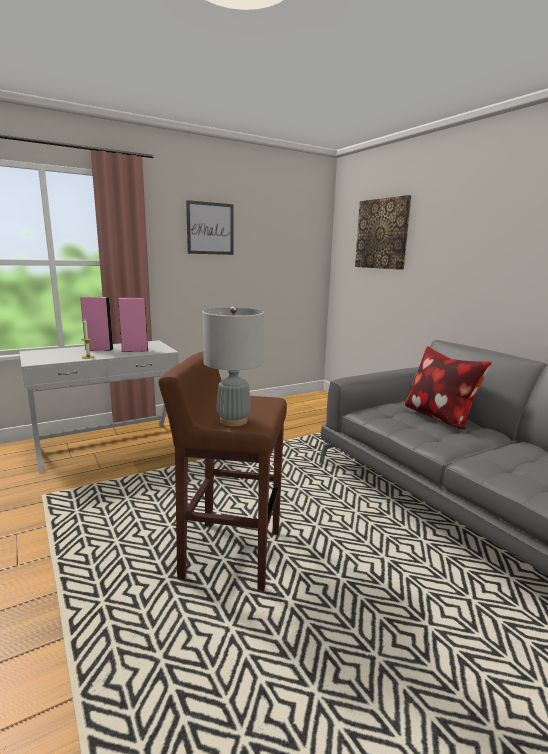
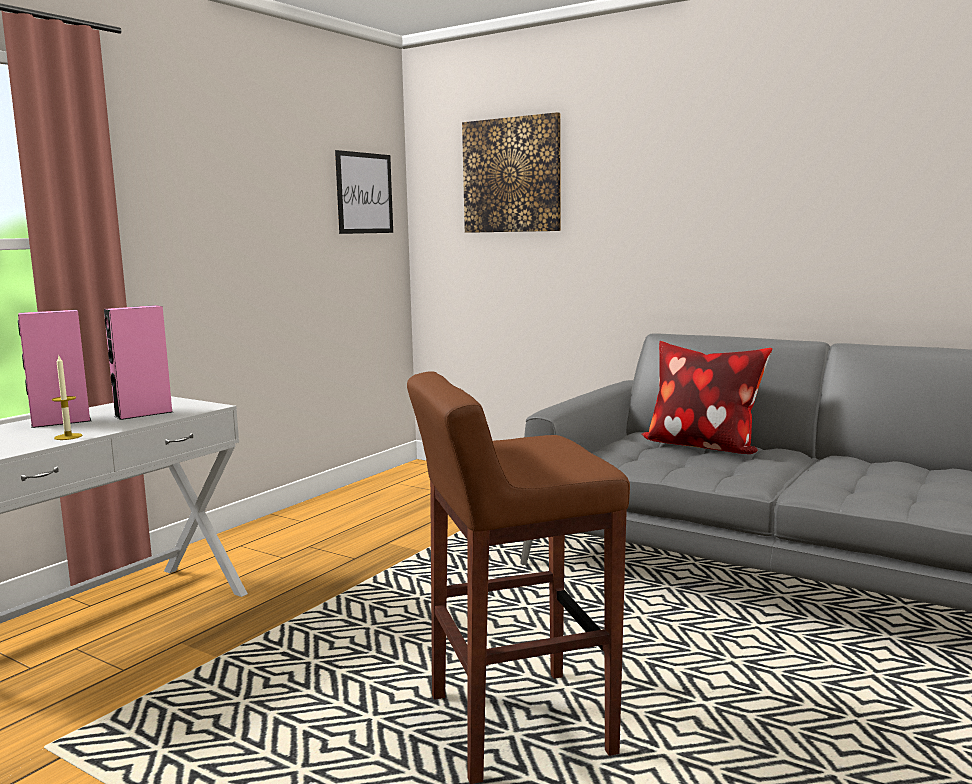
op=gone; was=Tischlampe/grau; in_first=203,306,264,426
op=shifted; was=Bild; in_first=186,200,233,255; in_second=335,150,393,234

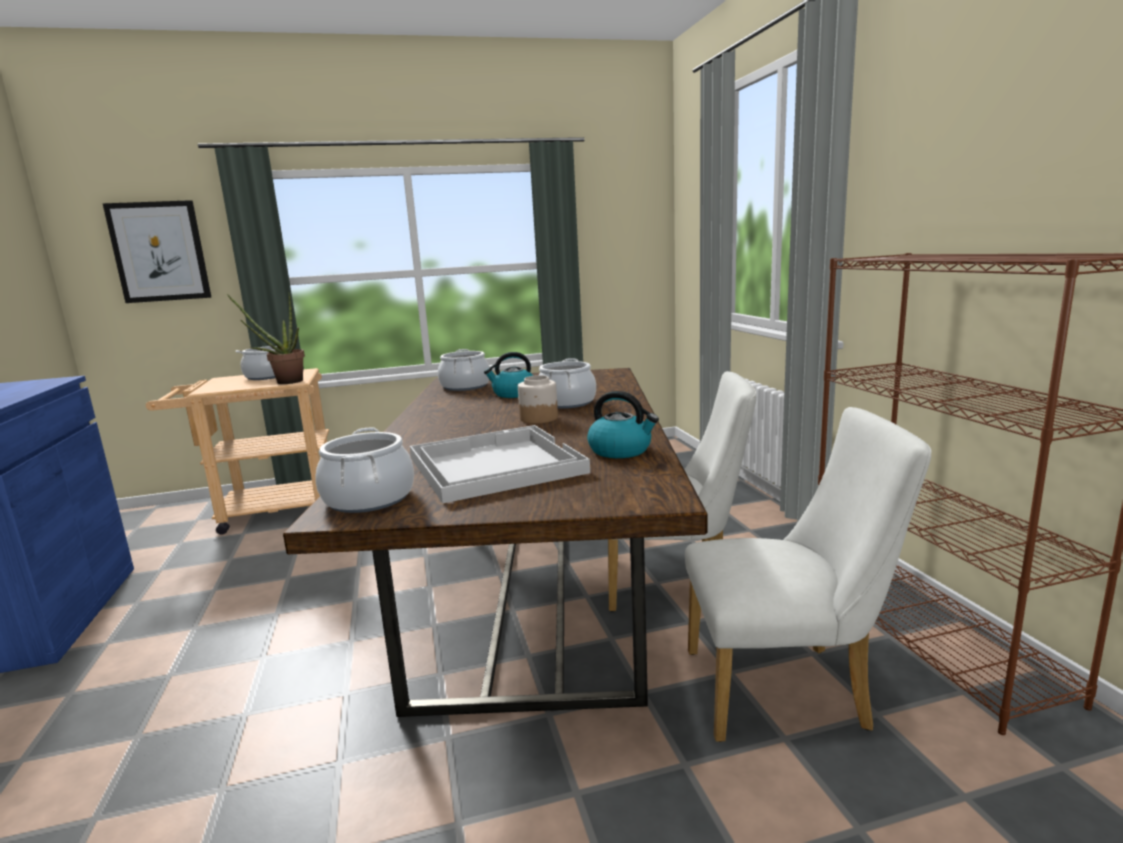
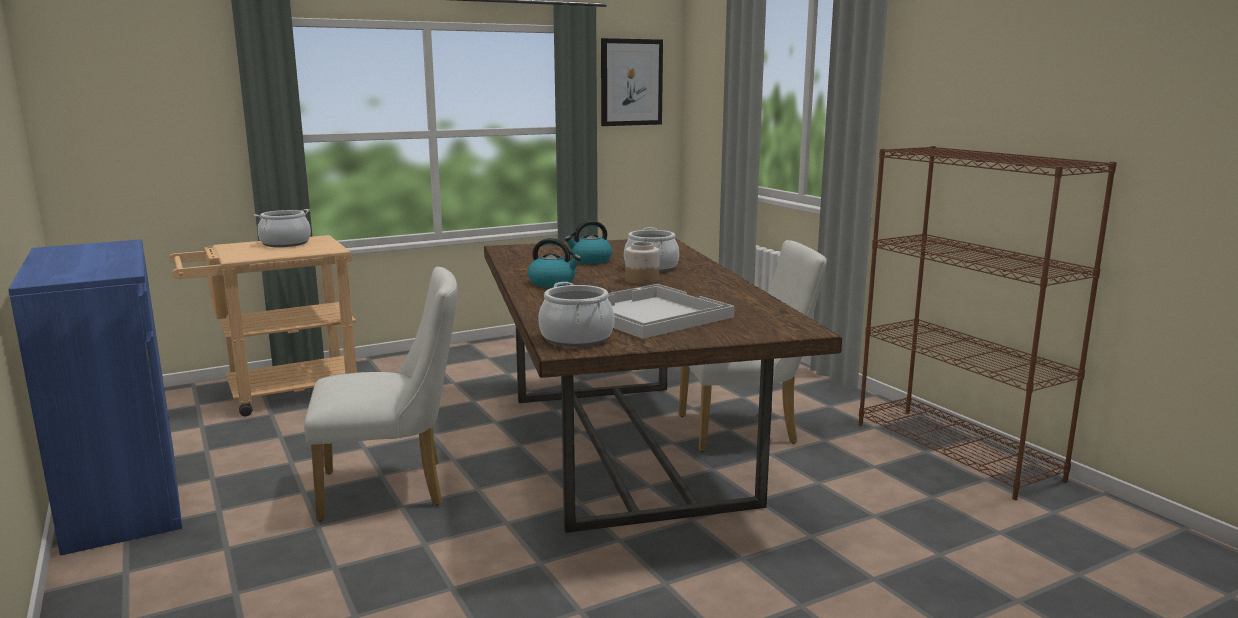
op=gone; was=Topfpflanze; in_first=227,293,305,384
op=gone; was=Kochtopf; in_first=438,349,490,391
op=shifted; was=Bild; in_first=102,200,211,303; in_second=601,38,663,126
op=shifted; was=Wasserkessel; in_first=587,391,659,458; in_second=528,238,581,287
op=shifted; was=Stuhl/weiß; in_first=685,407,932,742; in_second=304,267,458,521

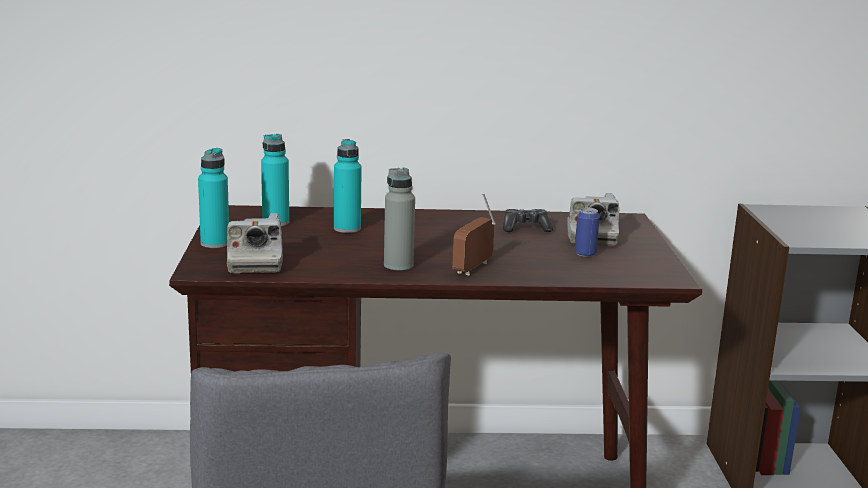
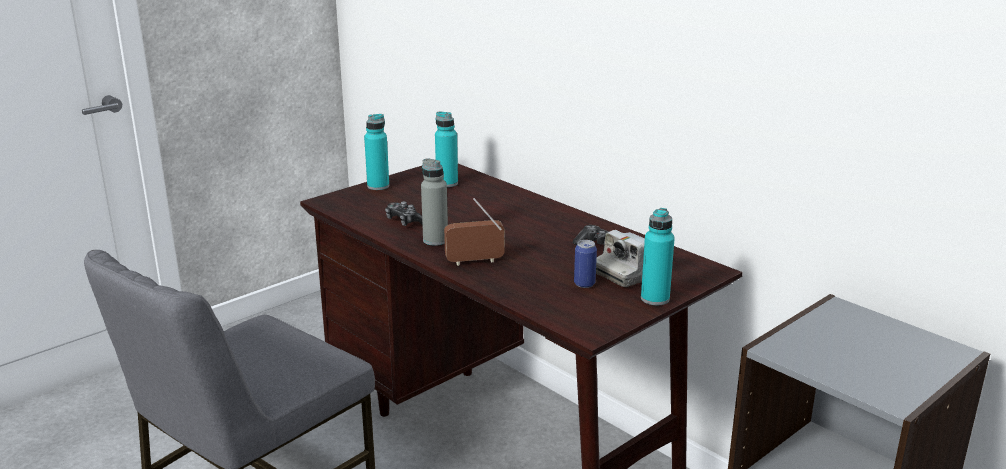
op=gone; was=Kamera; in_first=227,213,283,273
op=new; now=Gamepad; in_second=385,201,422,226
op=shifted; was=Flasche/türkis; in_first=334,139,362,233; in_second=641,208,675,305

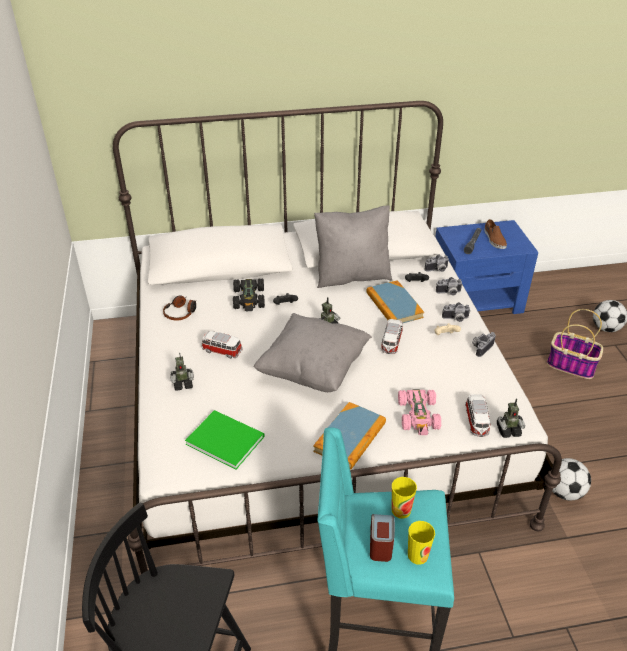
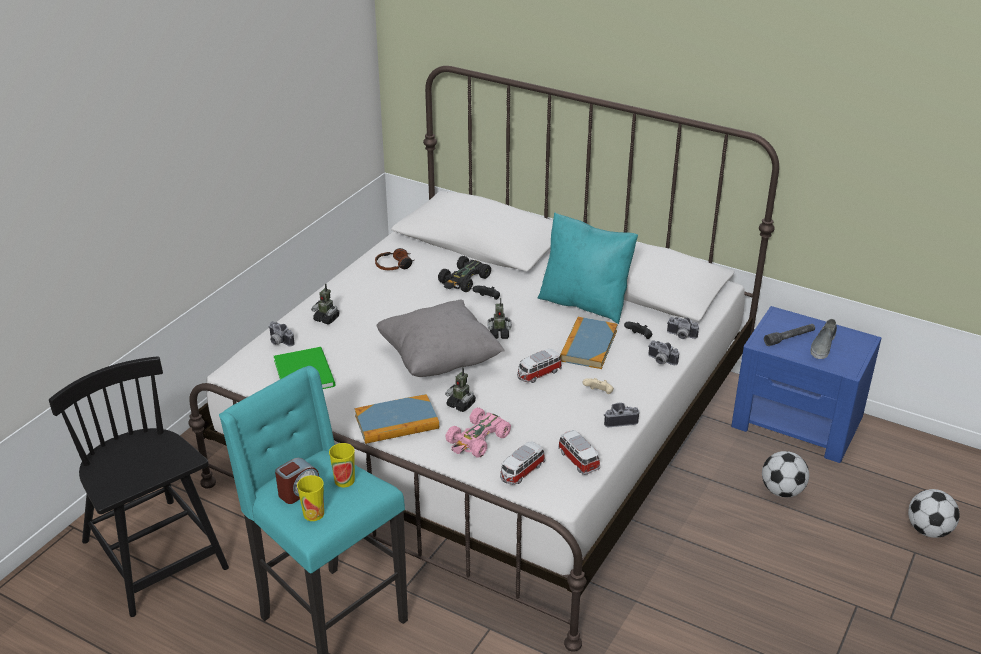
op=gone; was=Korb; in_first=547,309,603,379
op=shifted; was=Spielzeugauto; in_first=201,331,242,358; in_second=558,430,600,475
op=shifted; was=Kamera; in_first=442,302,471,322; in_second=269,321,294,346
op=shifted; was=Spielzeugroboter; in_first=497,398,525,438; in_second=445,367,476,412
op=shifted; was=Fußball; in_first=552,458,591,501; in_second=762,451,809,497
op=repainted; was=Kissen/grau; now=Kissen/türkis; in_first=314,205,392,288; in_second=537,212,638,324
op=repainted; was=Schuh/braun; now=Schuh/grau; in_first=484,219,507,249; in_second=811,319,837,359

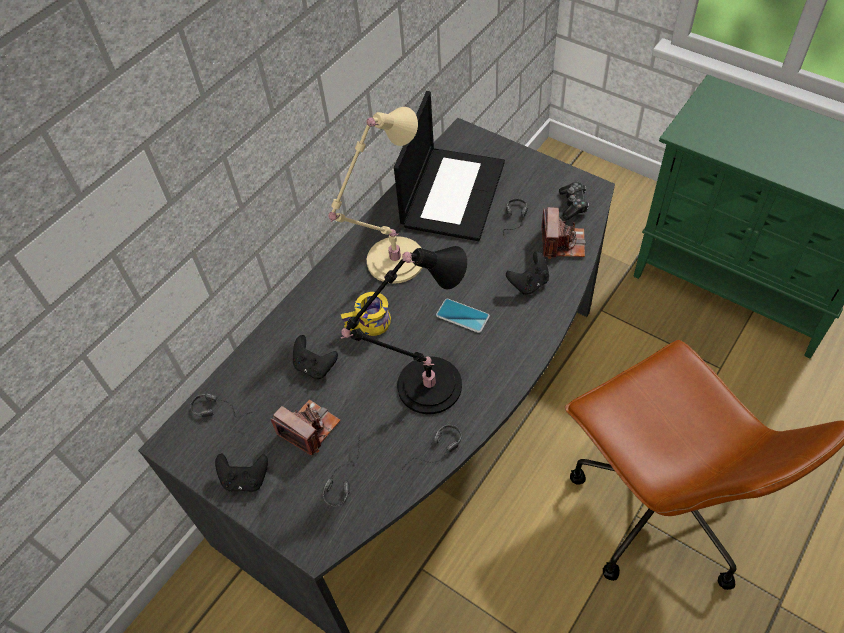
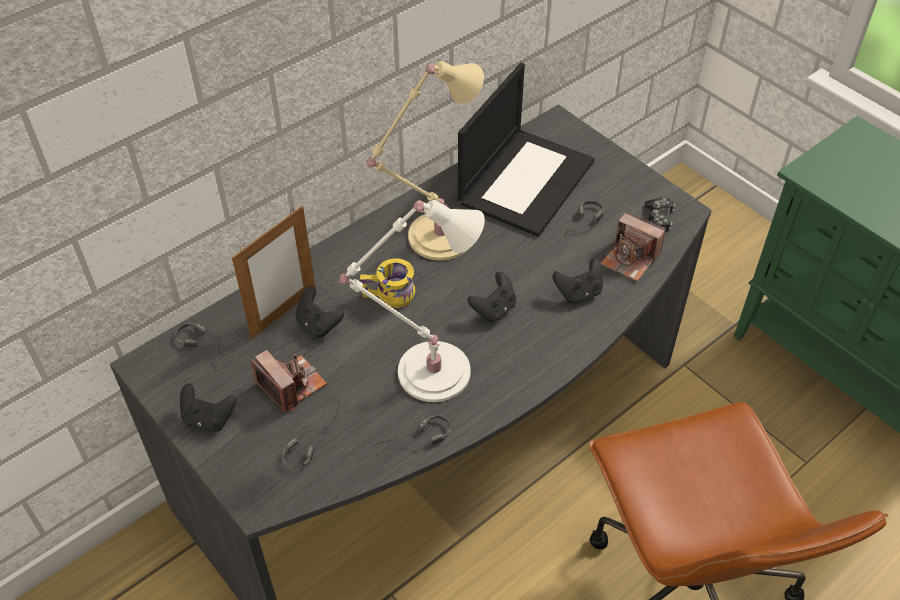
op=new; now=Bilderrahmen; in_second=232,206,315,339
op=swapped; was=Handy; now=Gamepad/schwarz; in_first=436,299,490,333; in_second=467,272,516,322
op=repainted; was=Tischlampe/schwarz; now=Tischlampe/weiß; in_first=341,246,467,414; in_second=337,200,485,402
op=rotated; was=Kamera; in_first=541,207,586,259; in_second=601,213,666,281; clockwise=105

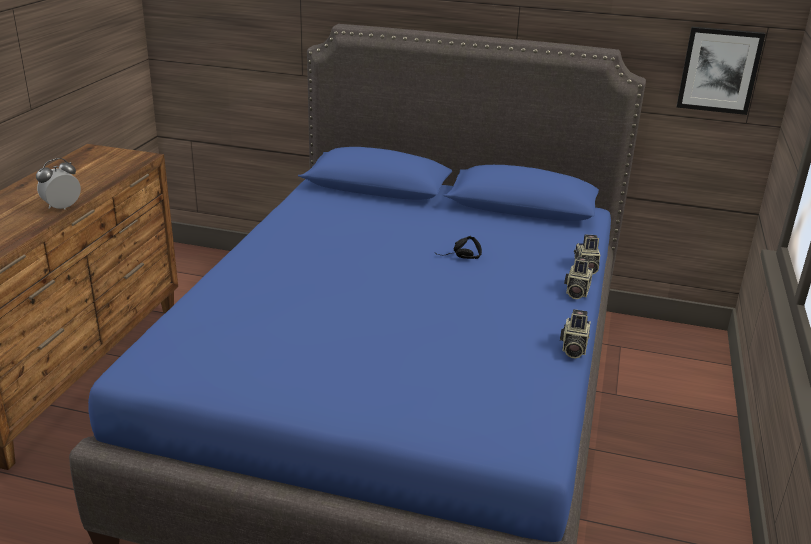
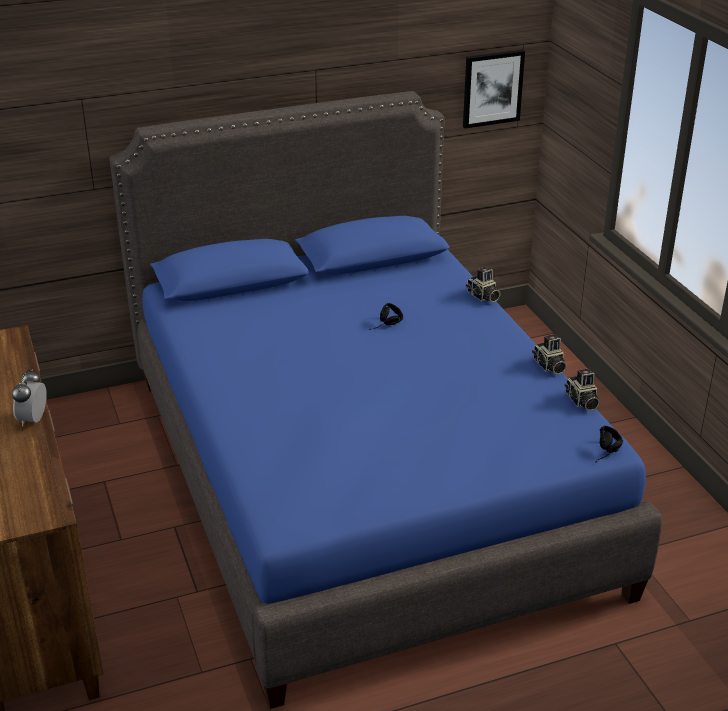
op=new; now=Kopfhörer/schwarz; in_second=595,426,623,463
op=shifted; was=Kamera; in_first=564,257,593,299; in_second=565,369,600,411

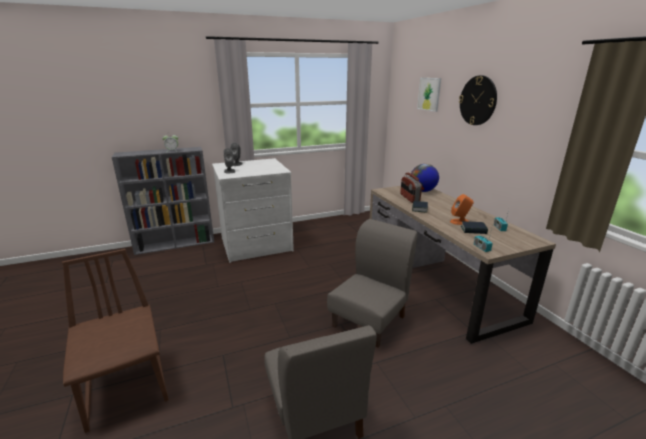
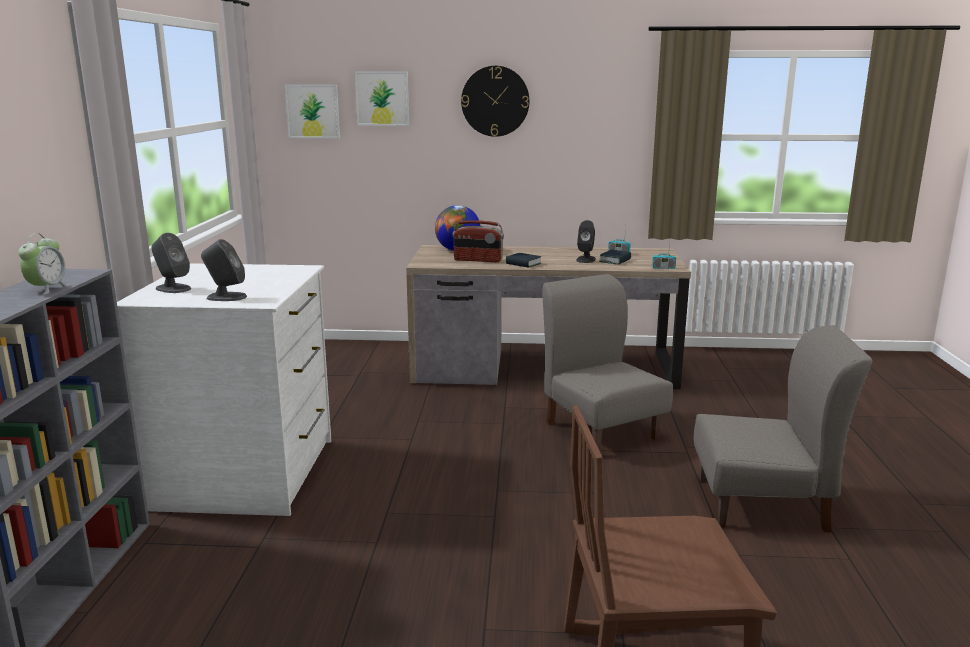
op=new; now=Bild; in_second=285,85,340,138
op=repainted; was=Lautsprecher/orange; now=Lautsprecher/schwarz; in_first=450,194,474,225; in_second=576,220,596,263

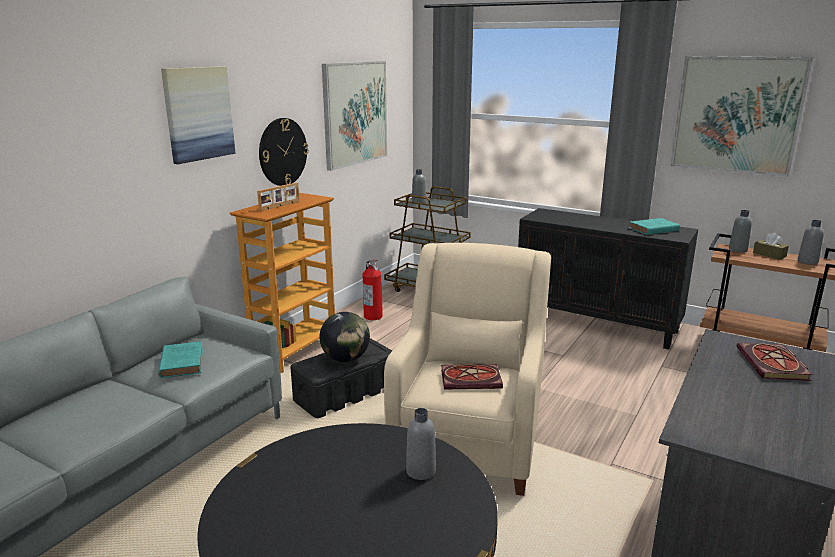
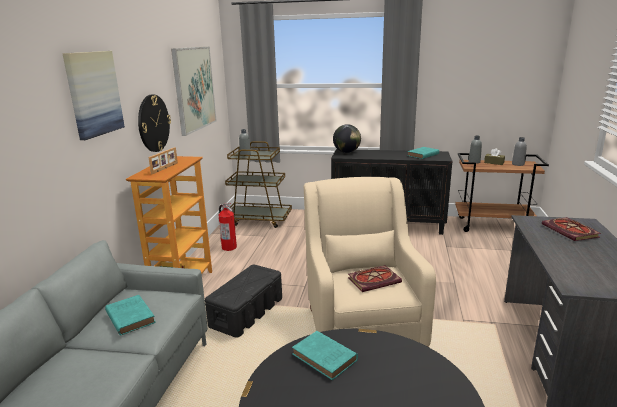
op=gone; was=Flasche/grau; in_first=406,408,436,480
op=gone; was=Bild; in_first=671,56,813,177
op=new; now=Buch/türkis; in_second=292,331,358,380
op=shifted; was=Globus; in_first=319,312,370,362; in_second=333,124,361,153

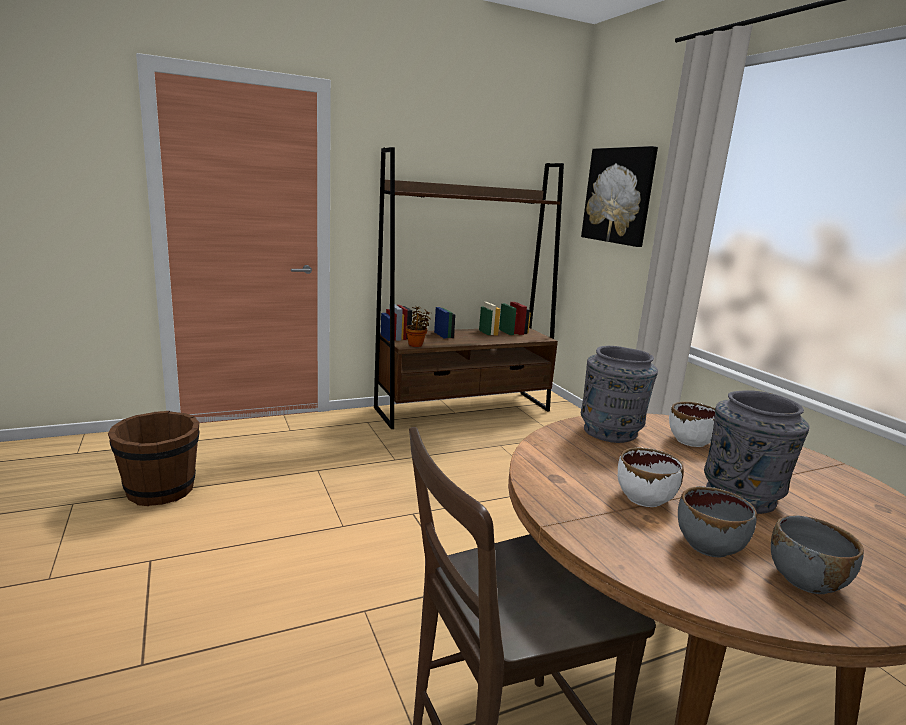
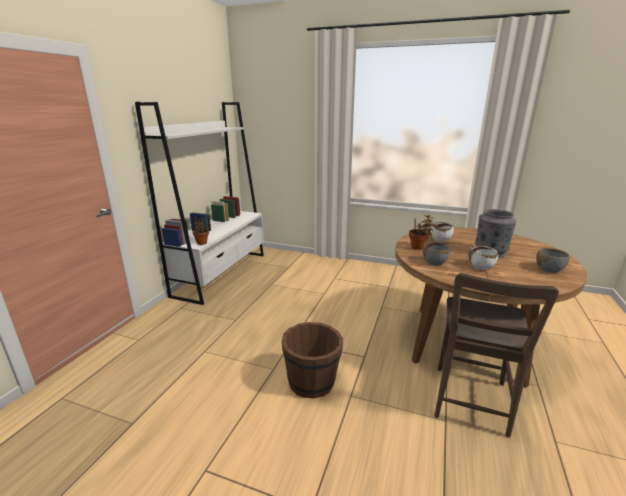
op=gone; was=Bild; in_first=581,146,658,247
op=shifted; was=Eimer/braun; in_first=108,411,200,506; in_second=281,322,343,398
op=shifted; was=Schüssel/grau; in_first=678,486,757,558; in_second=423,242,450,266
op=swapped; was=Vase/grau; now=Topfpflanze; in_first=581,346,658,443; in_second=409,215,435,250
op=repainted; was=Bücherregal/braun; now=Bücherregal/weiß; in_first=374,147,564,429; in_second=135,102,264,305

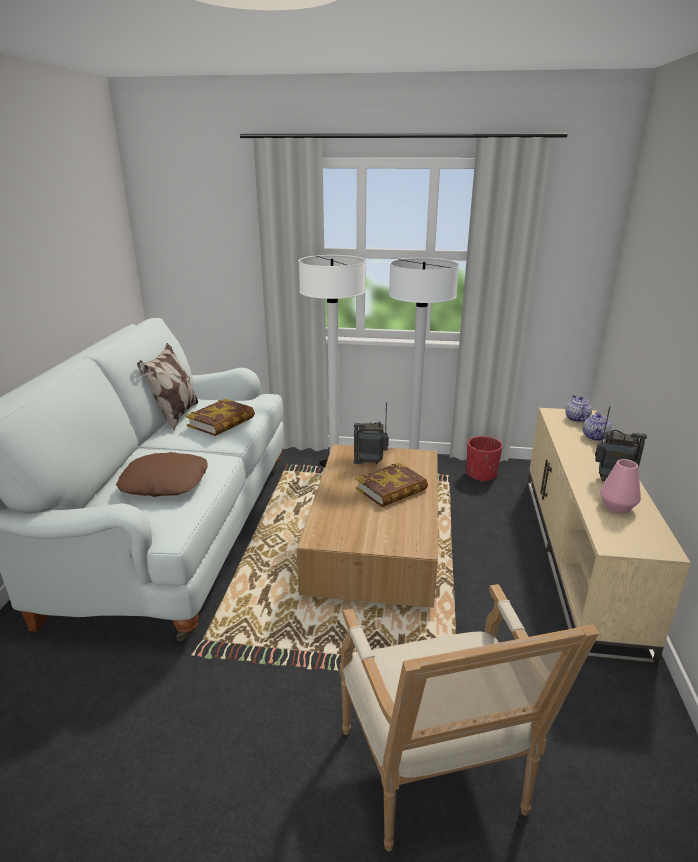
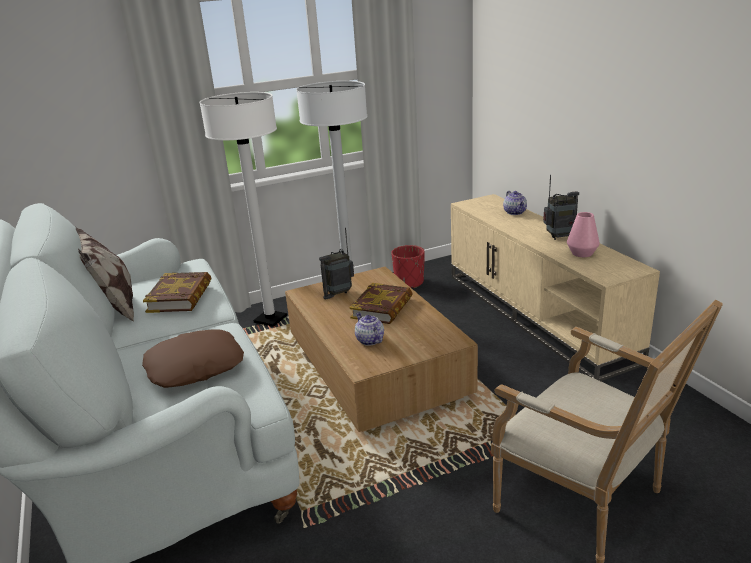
op=shifted; was=Teekanne; in_first=565,395,592,422; in_second=355,312,384,346

